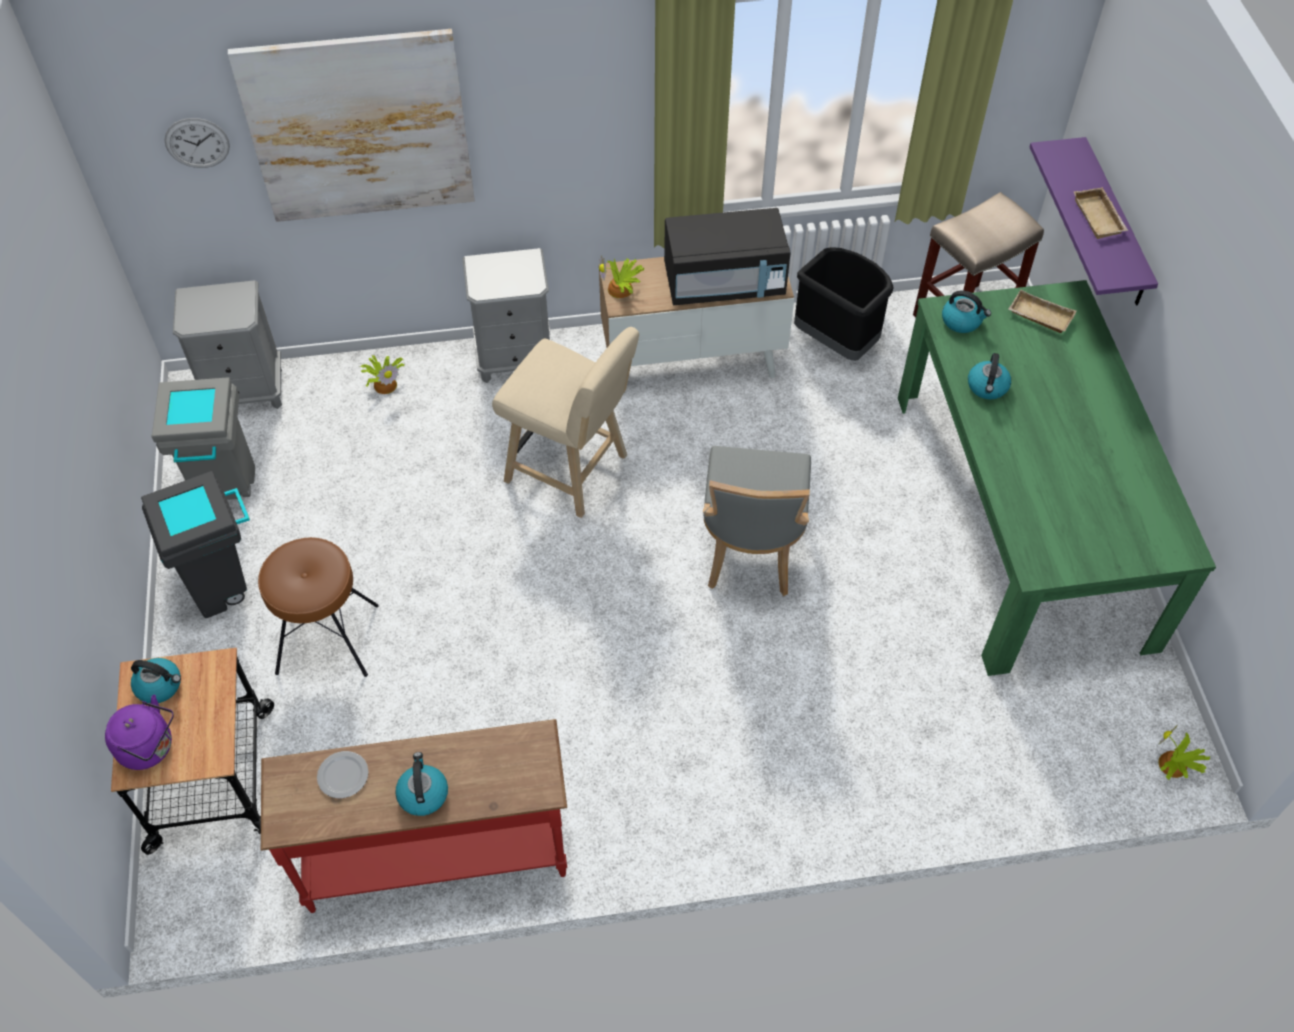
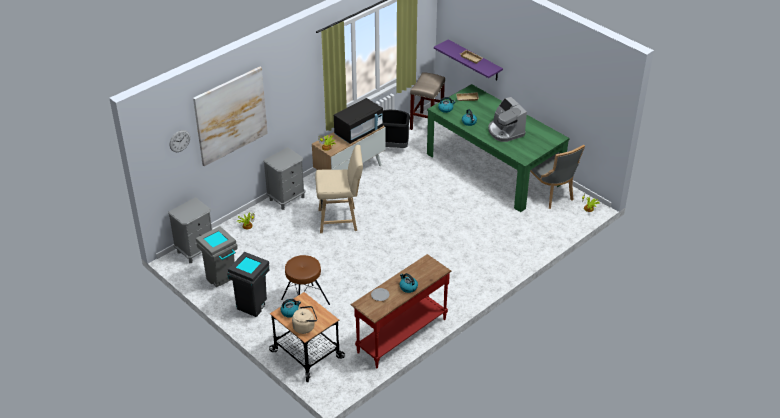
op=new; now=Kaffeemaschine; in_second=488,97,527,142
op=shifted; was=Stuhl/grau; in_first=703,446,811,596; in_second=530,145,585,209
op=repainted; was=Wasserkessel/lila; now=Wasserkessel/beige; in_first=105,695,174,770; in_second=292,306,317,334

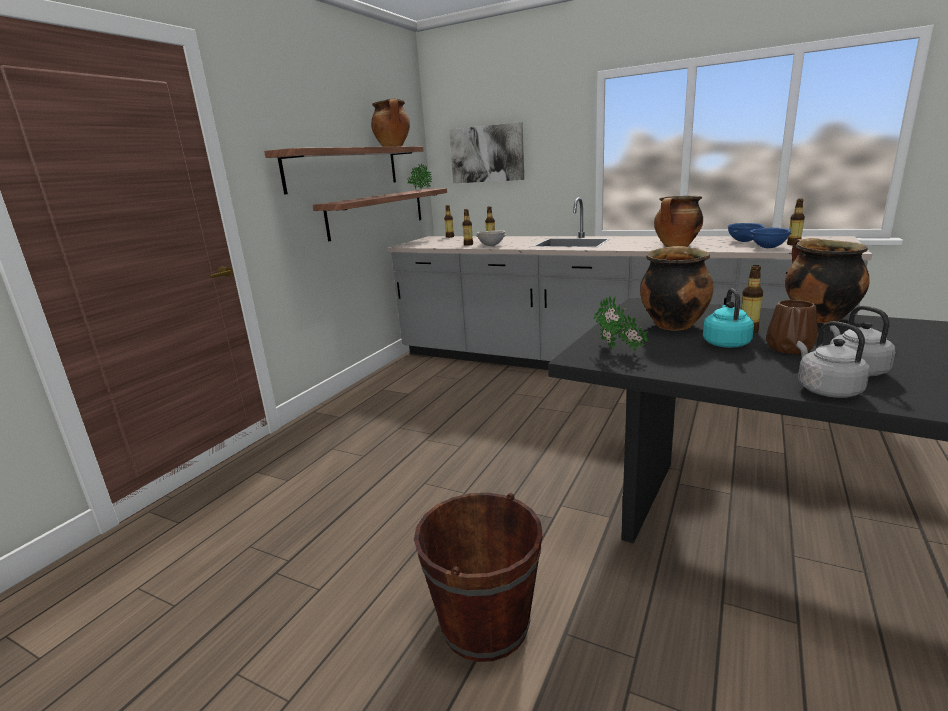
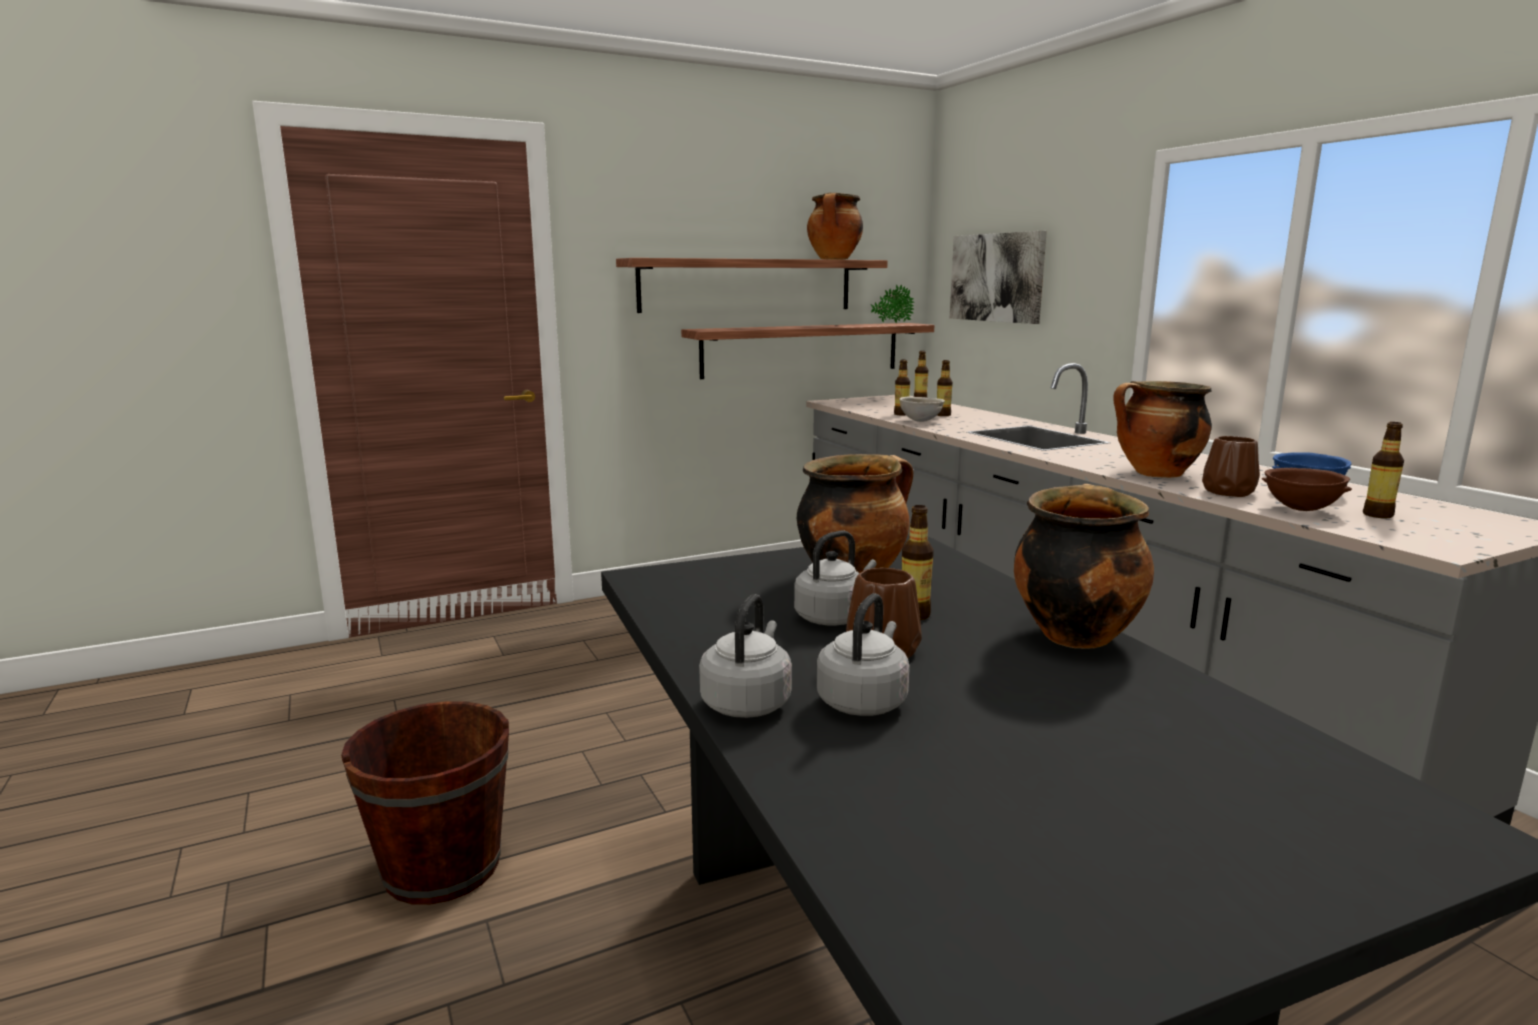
op=gone; was=Topfpflanze; in_first=594,295,648,351
op=new; now=Vase/braun; in_second=1202,436,1260,497
op=repainted; was=Wasserkessel/türkis; now=Wasserkessel/grau; in_first=703,288,754,348; in_second=794,530,876,625
op=repainted; was=Schüssel/blau; now=Schüssel/braun; in_first=750,227,791,248; in_second=1262,468,1352,511

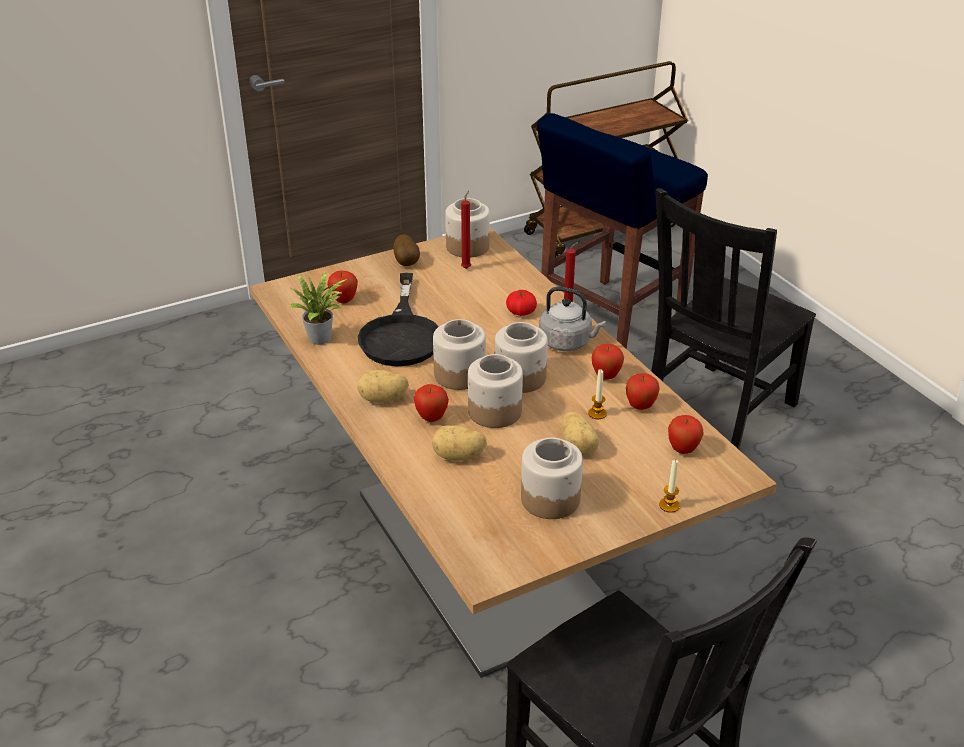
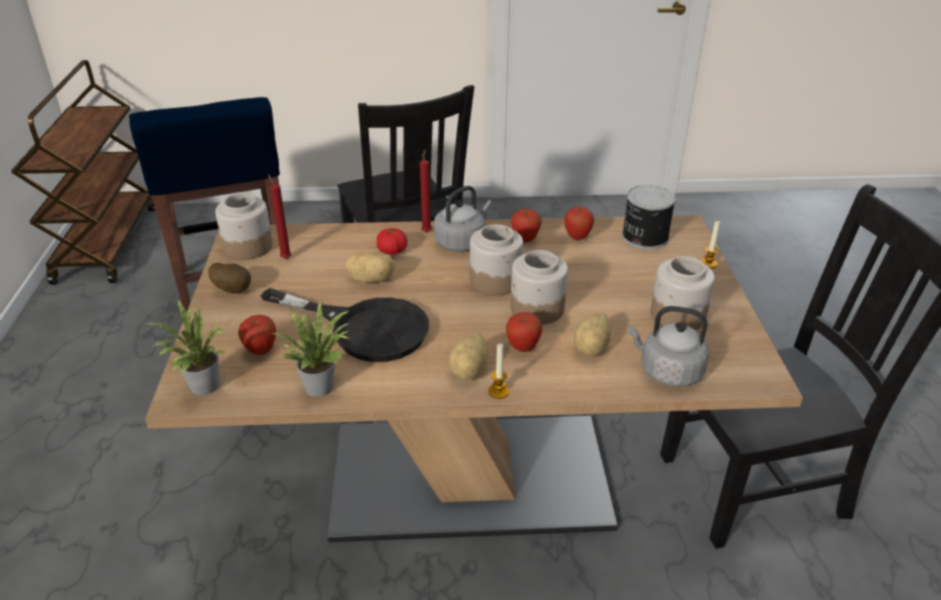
op=gone; was=Vorratsglas; in_first=433,319,486,390
op=new; now=Topfpflanze; in_second=145,299,226,395
op=new; now=Wasserkessel/grau; in_second=628,306,709,386
op=shifted; was=Kartoffel; in_first=562,412,599,453; in_second=345,253,395,283
op=shifted; was=Kerze; in_first=588,369,607,419; in_second=488,343,509,399
op=swapped; was=Apfel; now=Dose; in_first=668,415,704,454; in_second=622,185,676,249

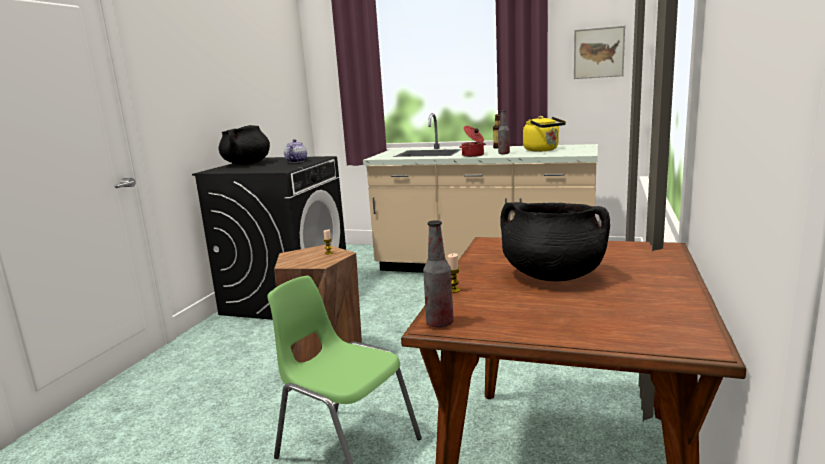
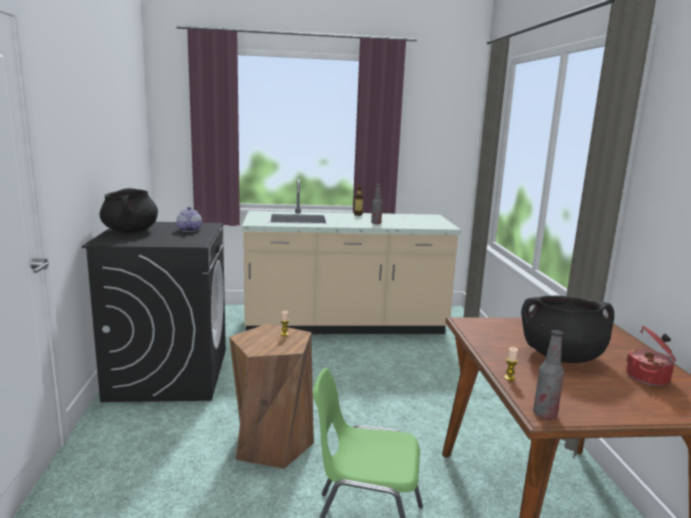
op=gone; was=Wasserkessel/gelb; in_first=523,116,566,151
op=gone; was=Bild; in_first=574,26,625,79
op=shifted; was=Kochtopf; in_first=459,126,486,157; in_second=626,325,676,386

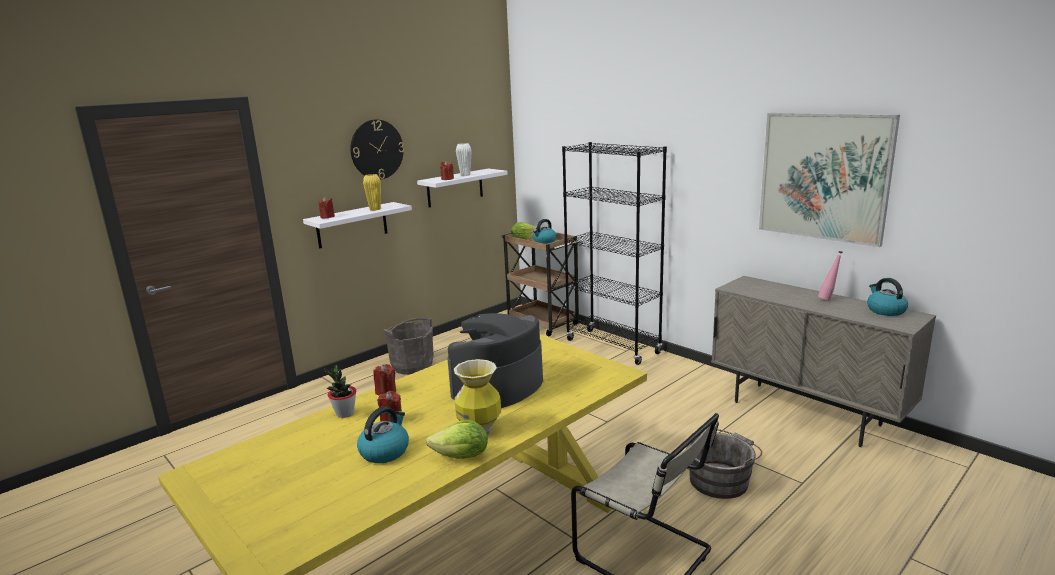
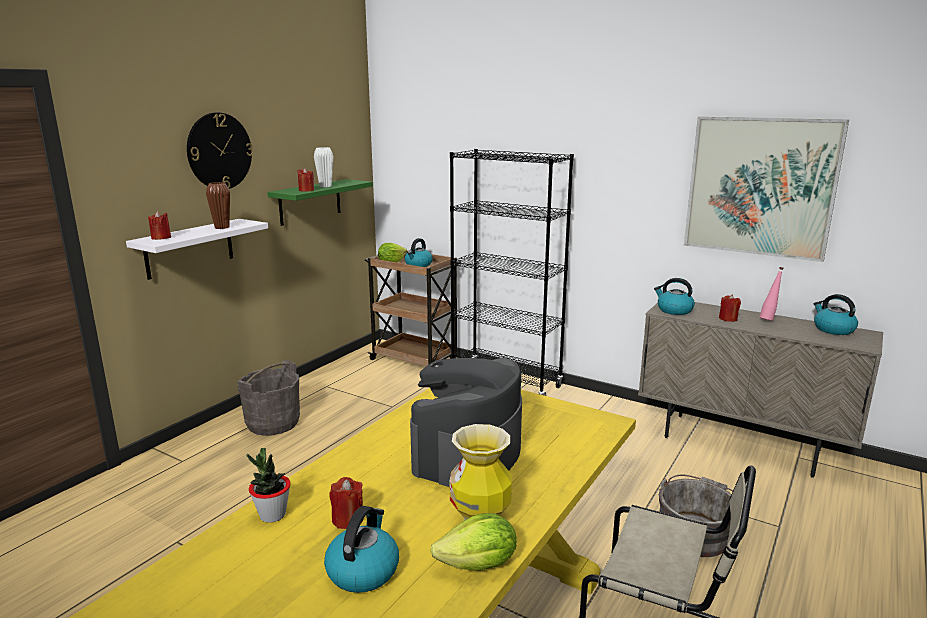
op=new; now=Wasserkessel; in_second=654,278,695,315
op=shifted; was=Kerze/rot; in_first=373,364,396,395; in_second=719,294,741,322
op=repainted; was=Vase/gelb; now=Vase/braun; in_first=363,174,381,211; in_second=206,182,230,229
op=repainted; was=Wandregal/weiß; now=Wandregal/grün; in_first=417,169,508,207; in_second=267,179,373,226

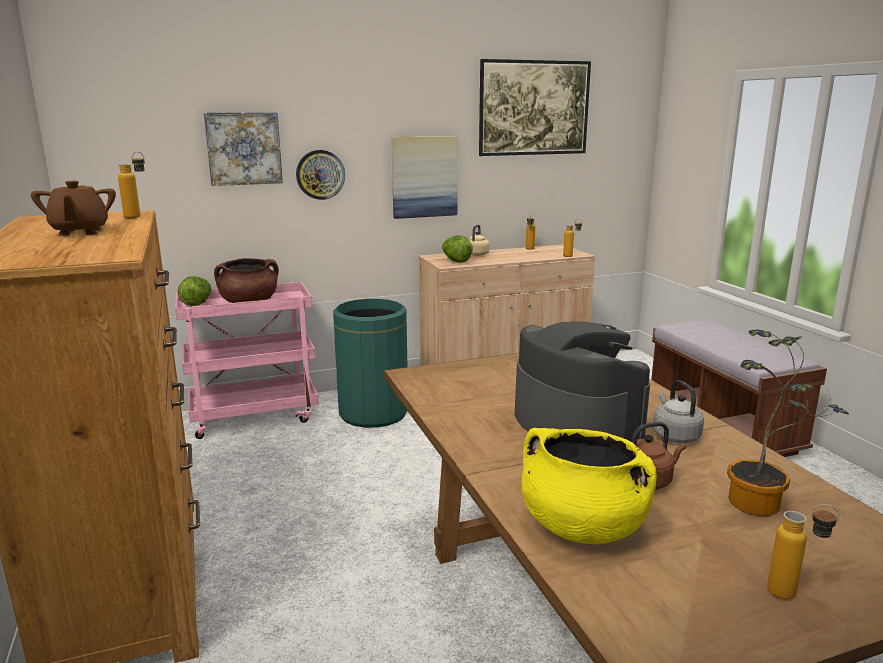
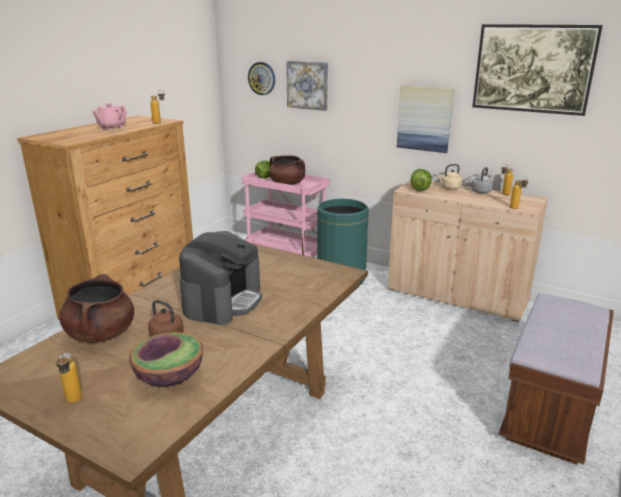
op=shifted; was=Wanduhr; in_first=296,150,345,200; in_second=248,62,275,95
op=shifted; was=Wasserkessel/grau; in_first=653,380,704,443; in_second=471,167,493,193
op=swapped; was=Topfpflanze; now=Schüssel; in_first=727,329,849,516; in_second=129,332,203,387
op=repainted; was=Teekanne/braun; now=Teekanne/rosa; in_first=31,181,116,236; in_second=92,103,127,130
op=repainted; was=Kochtopf/gelb; now=Kochtopf/braun; in_first=521,428,657,544; in_second=59,274,134,343

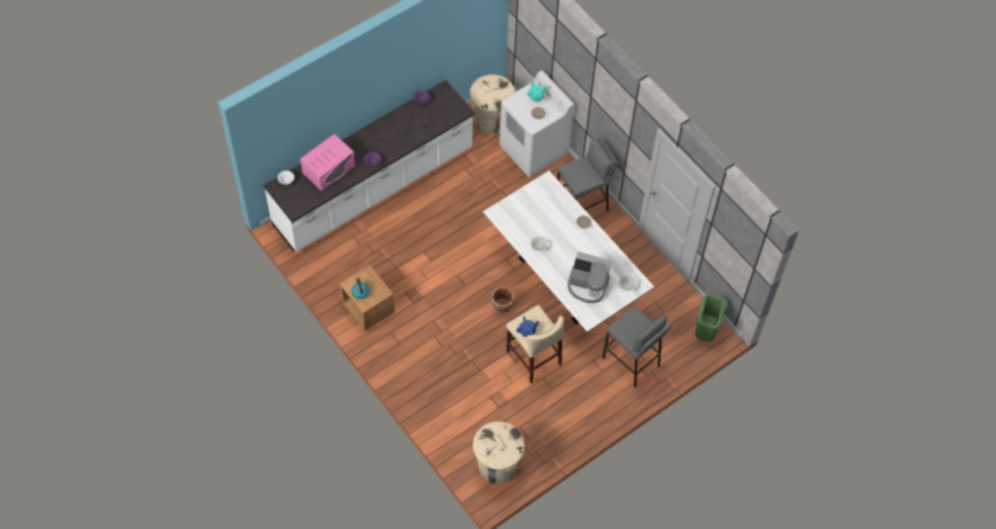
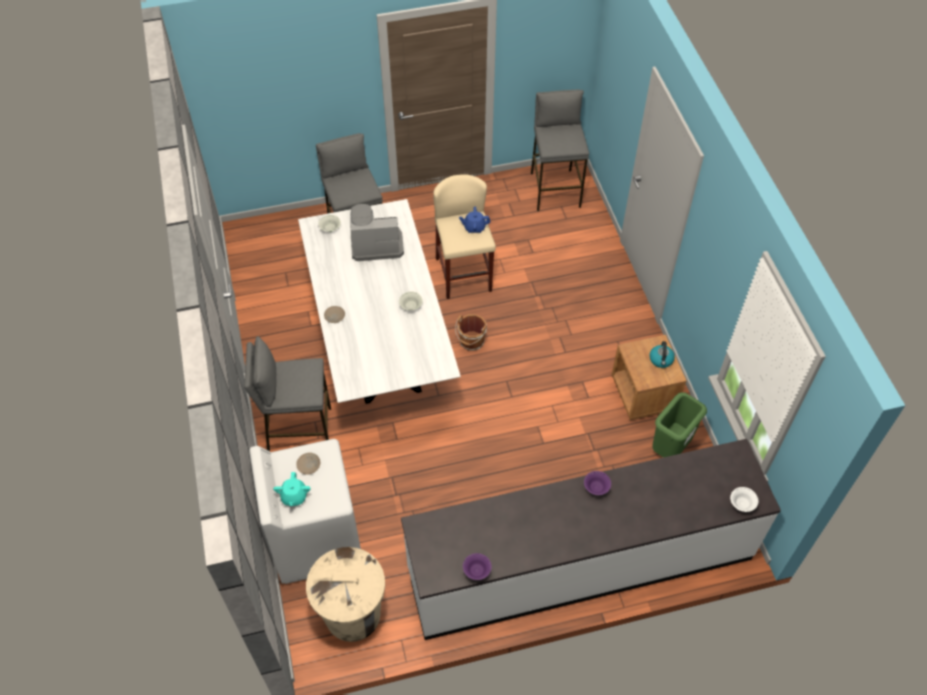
op=gone; was=Mikrowelle/rosa; in_first=300,134,355,191
op=shifted; was=Mülleimer/grün; in_first=695,294,726,342; in_second=652,392,707,458
op=swapped; was=Mülleimer/beige; now=Hocker/grau; in_first=473,421,524,484; in_second=531,89,589,211
op=rotated; was=Kaffeemaschine; in_first=568,252,611,303; in_second=350,204,404,261; clockwise=-45

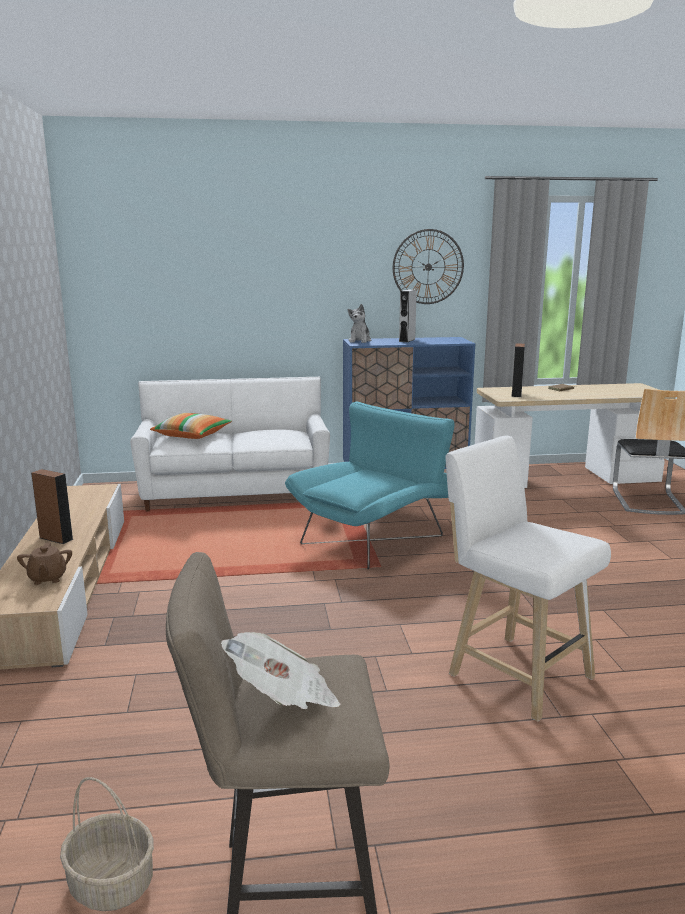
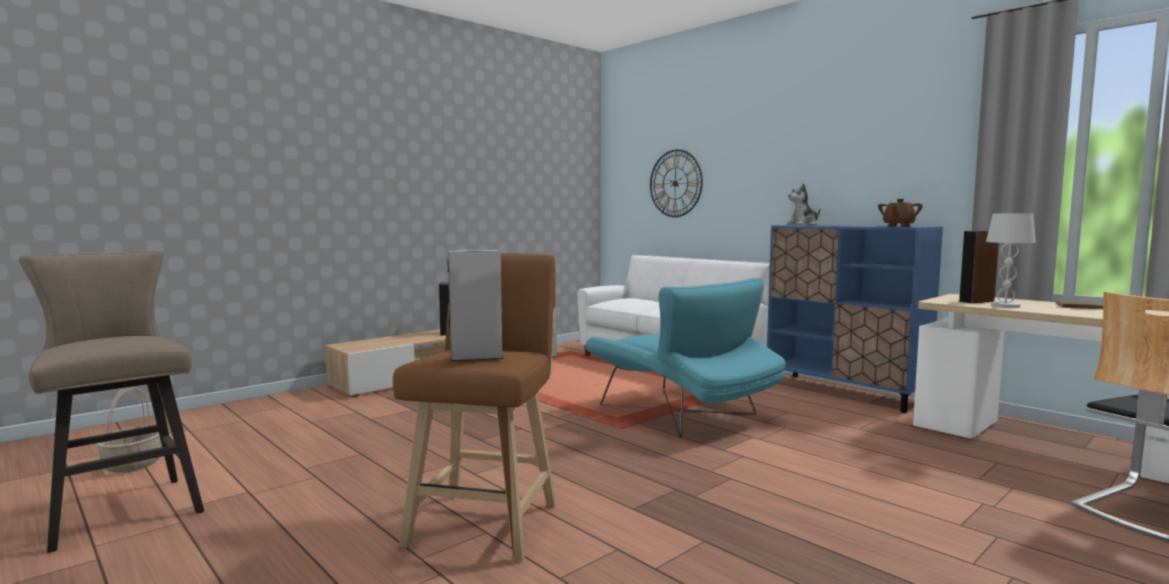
op=gone; was=Kissen; in_first=150,413,232,439
op=gone; was=Zeitung; in_first=221,632,340,709
op=new; now=Tischlampe/weiß; in_second=986,213,1036,308
op=shifted; was=Teekanne/braun; in_first=17,543,72,585; in_second=878,199,923,227
op=shifted; was=Wanduhr; in_first=393,229,464,304; in_second=650,149,703,217
op=shifted; was=Lautsprecher/grau; in_first=399,290,417,342; in_second=448,250,504,361
op=repainted; was=Hocker/weiß; now=Hocker/braun; in_first=446,436,611,721; in_second=393,253,556,562
op=rotated; was=Sessel/türkis; in_first=285,401,454,570; in_second=585,278,786,438; clockwise=45

